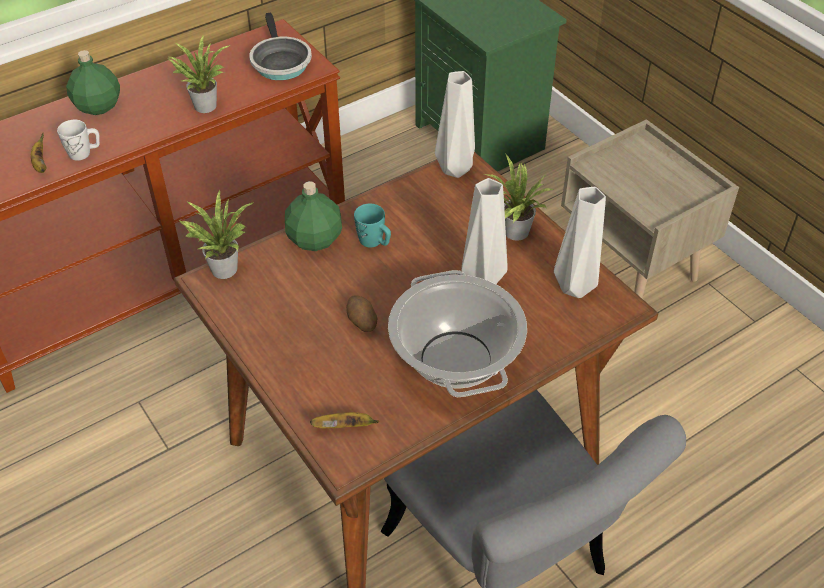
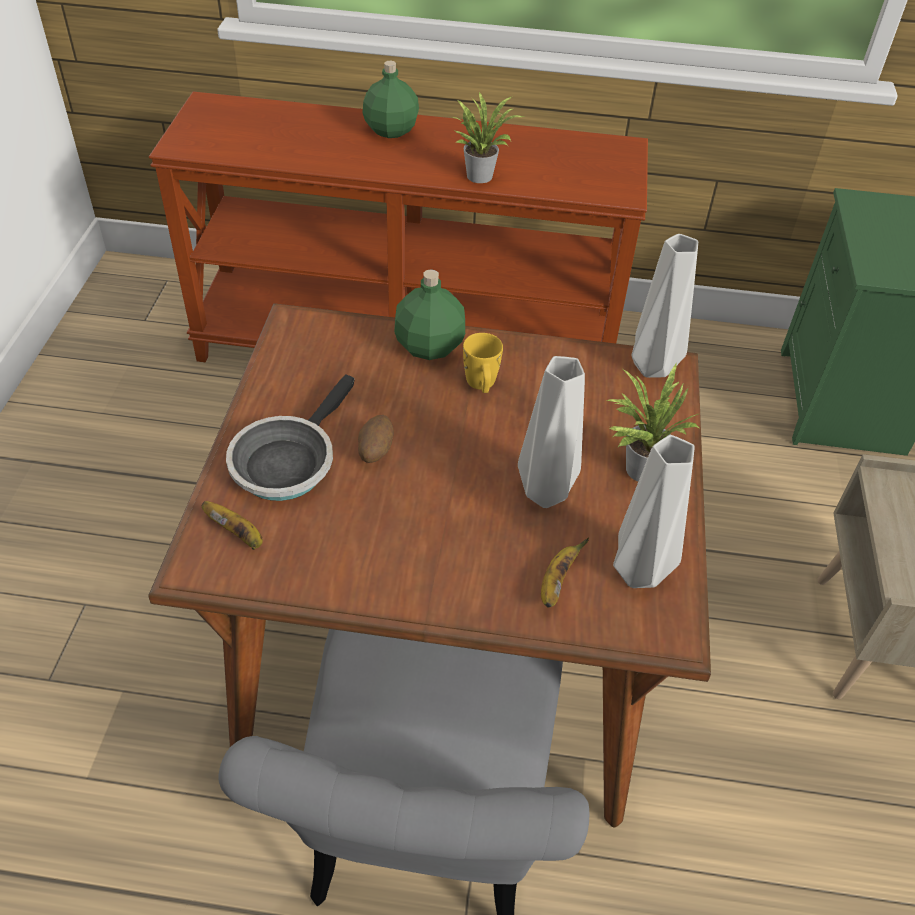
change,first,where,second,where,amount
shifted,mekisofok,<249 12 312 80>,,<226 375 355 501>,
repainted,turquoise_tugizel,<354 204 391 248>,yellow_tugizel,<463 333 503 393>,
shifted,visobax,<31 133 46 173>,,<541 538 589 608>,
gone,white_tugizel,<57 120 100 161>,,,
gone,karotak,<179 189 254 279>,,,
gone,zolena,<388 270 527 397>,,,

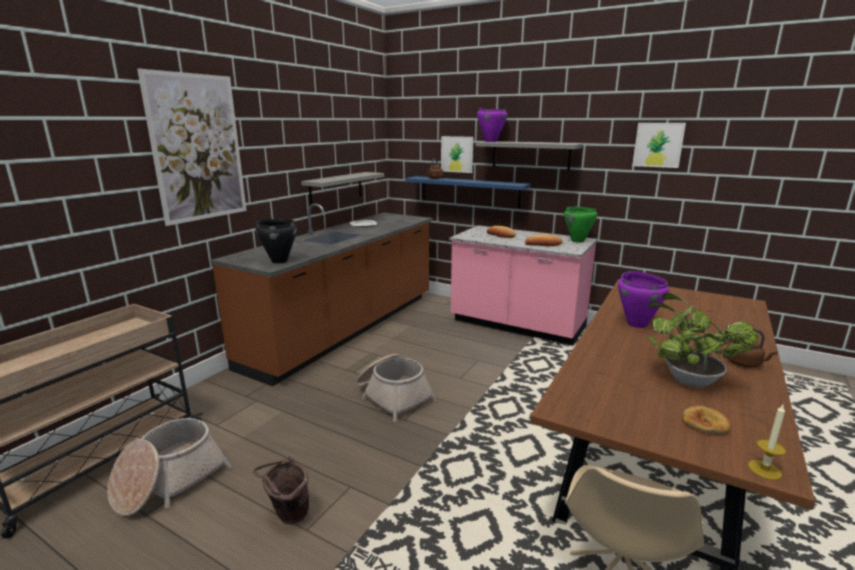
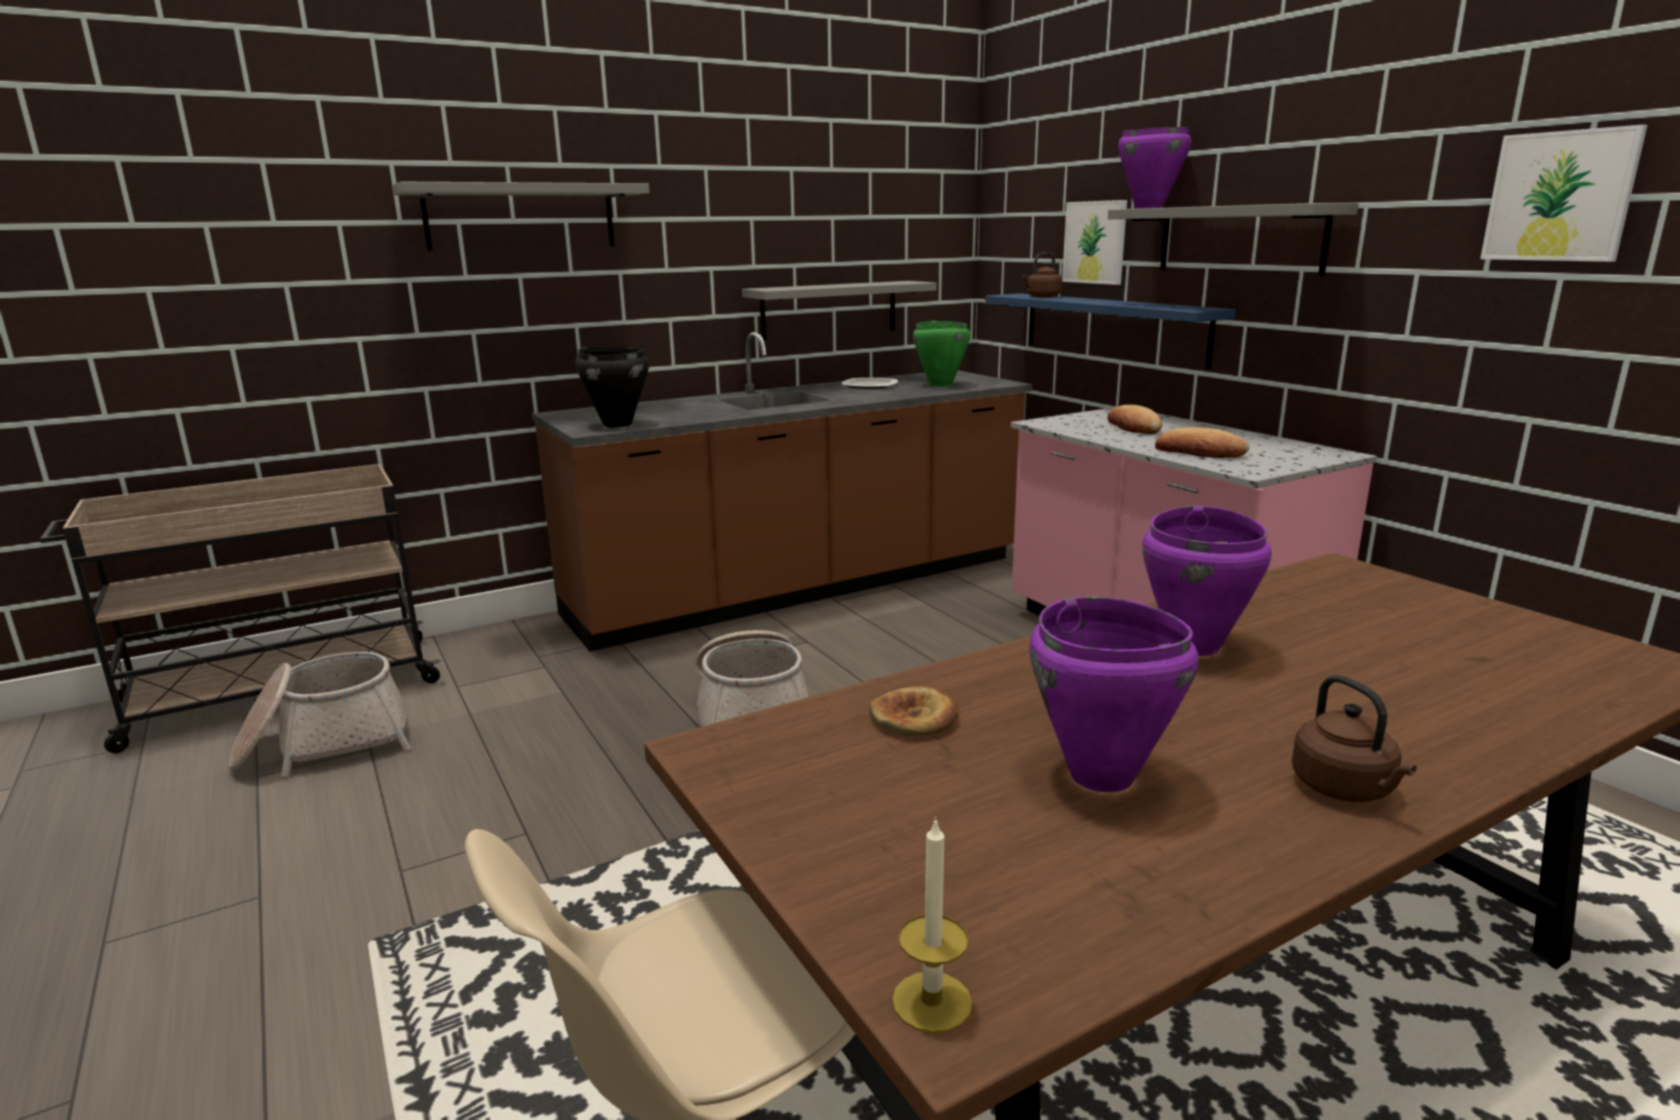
change,first,where,second,where,amount
swapped,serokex,<137 68 247 226>,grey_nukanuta,<392 182 650 251>,
shifted,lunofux,<682 406 732 435>,,<869 686 959 737>,
shifted,green_zolena,<564 207 597 243>,,<913 321 970 387>,
swapped,karotak,<647 293 758 388>,purple_zolena,<1030 597 1199 792>,
gone,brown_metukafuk,<253 456 309 525>,,,

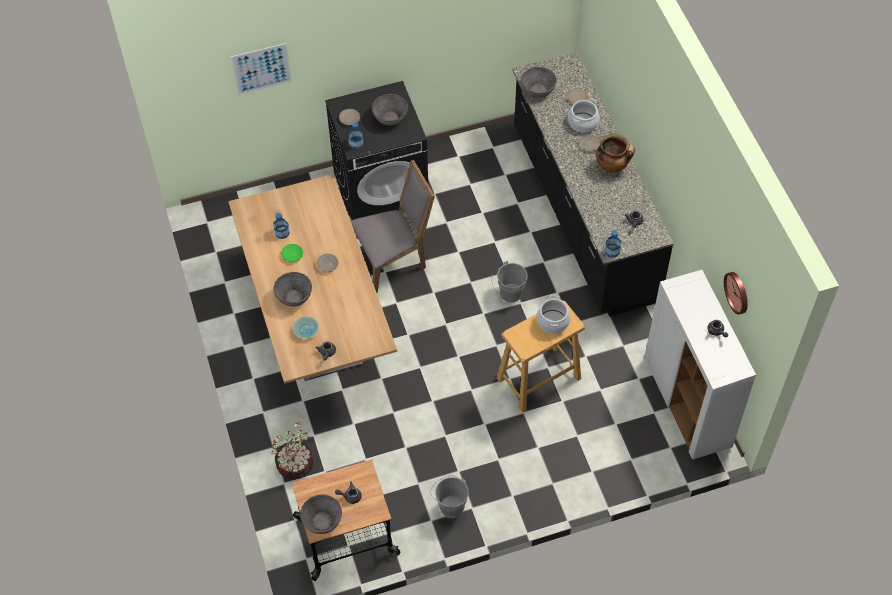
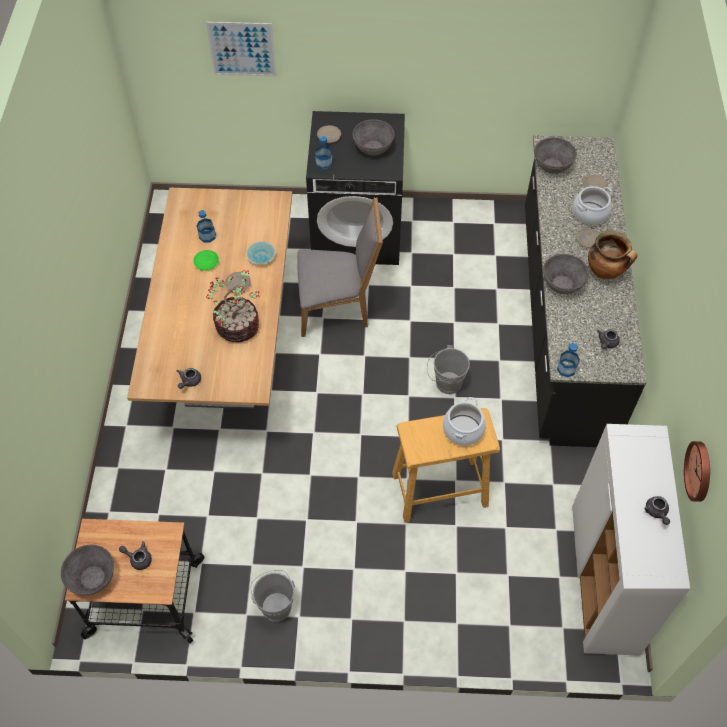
change,first,where,second,where,amount
shifted,karotak,<271 422 313 480>,,<206 270 260 342>,
shifted,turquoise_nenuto,<293 316 319 339>,,<246 241 276 265>,
shifted,grey_nenuto,<274 272 312 307>,,<543 254 589 294>,

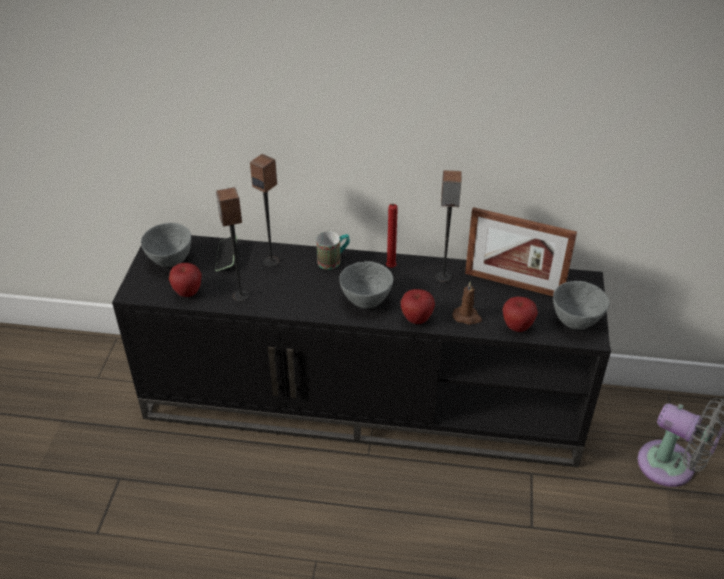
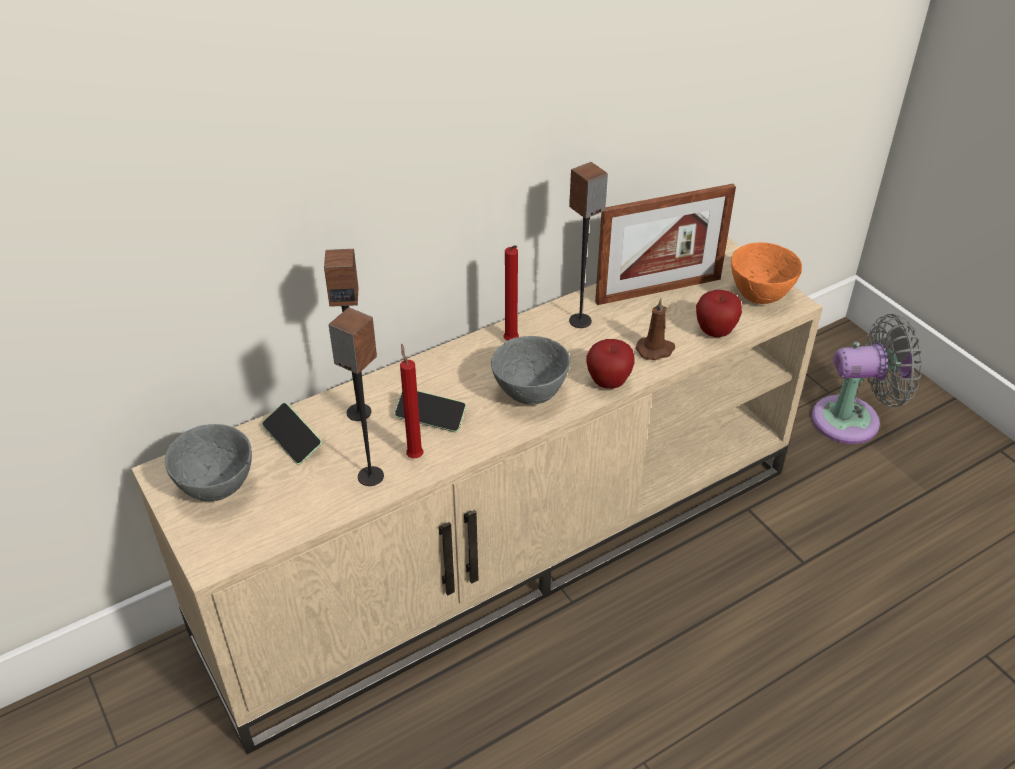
change,first,where,second,where,amount
repainted,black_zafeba,<112 235 611 468>,beige_zafeba,<131 237 823 754>,
new,,,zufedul,<394 391 466 432>,
new,,,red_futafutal,<400 343 423 458>,
repainted,grey_nenuto,<553 281 609 330>,orange_nenuto,<731 242 802 304>,
gone,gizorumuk,<169 263 202 297>,,,
gone,tugizel,<316 231 350 270>,,,

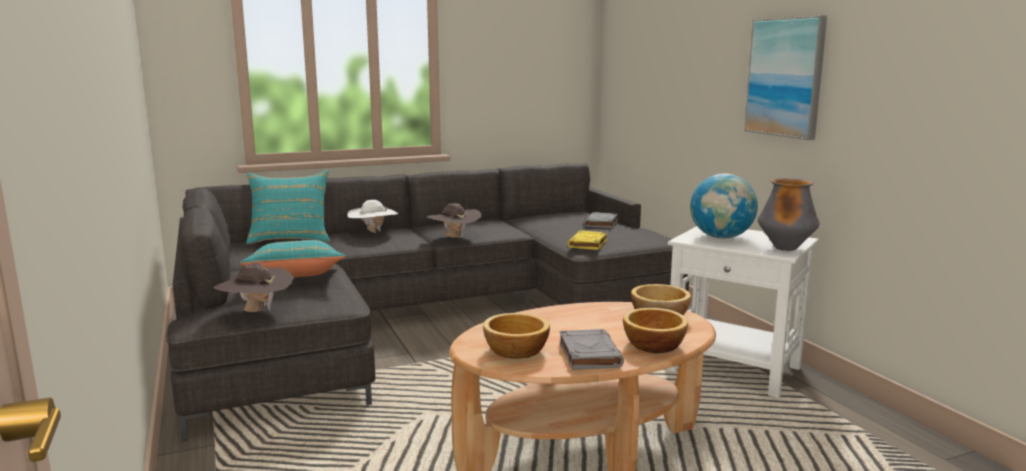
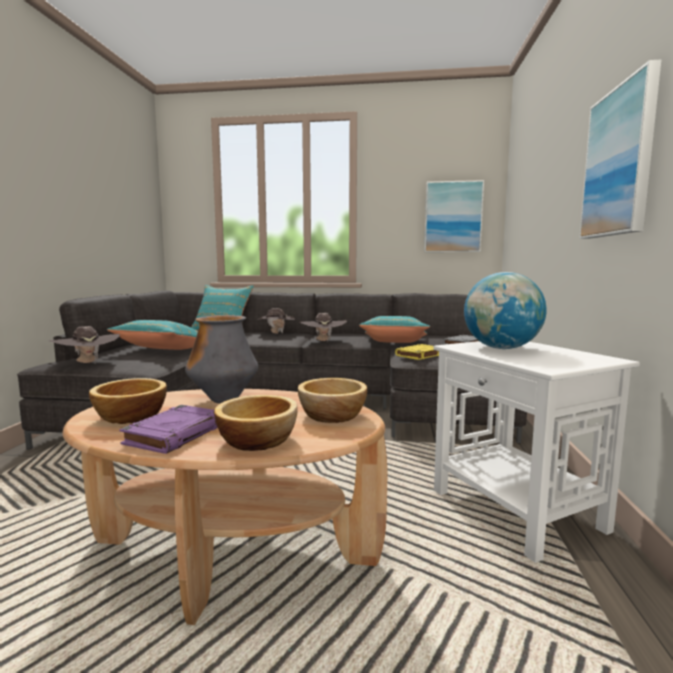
change,first,where,second,where,amount
repainted,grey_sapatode,<559 329 624 370>,purple_sapatode,<119 405 217 454>,
shifted,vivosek,<758 178 819 251>,,<185 315 258 403>,
repainted,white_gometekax,<347 200 398 233>,brown_gometekax,<257 308 295 334>,
new,,,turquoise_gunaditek,<359 316 430 343>,
new,,,serokex,<424 180 484 252>,

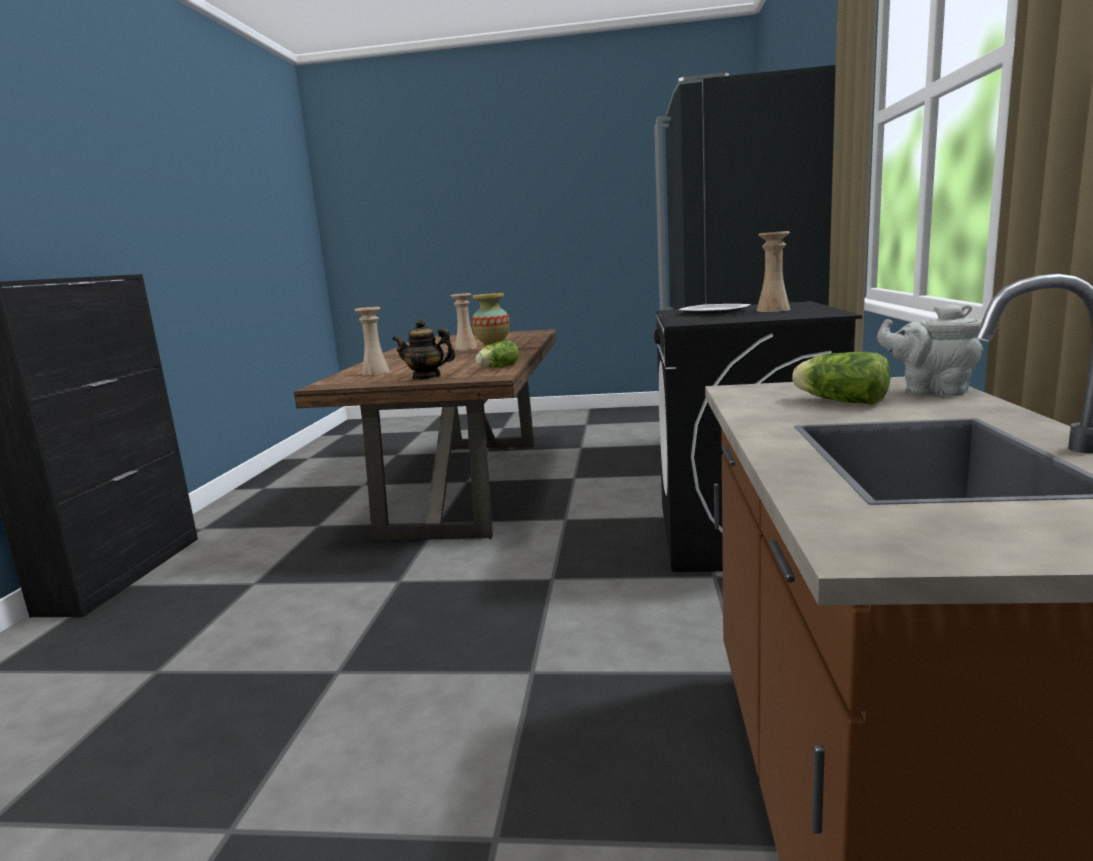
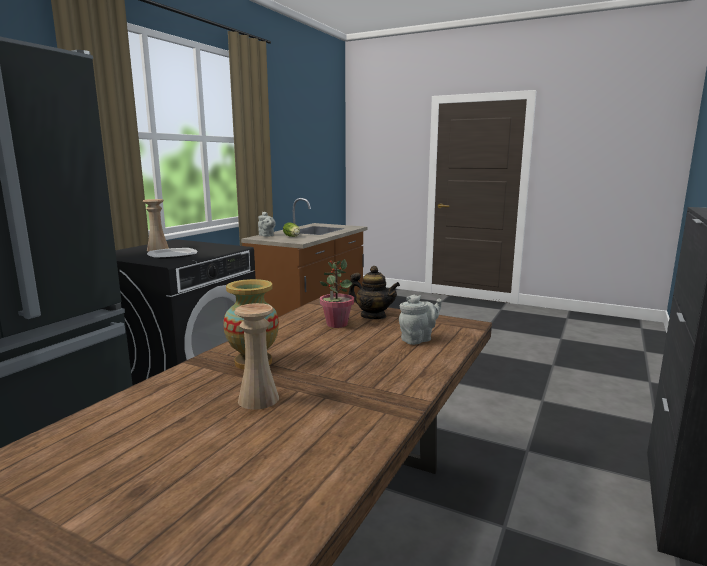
change,first,where,second,where,amount
new,,,karotak,<320 259 354 328>,
swapped,beige_vivosek,<355 307 390 375>,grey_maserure,<399 295 442 345>,
gone,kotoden,<476 341 519 367>,,,

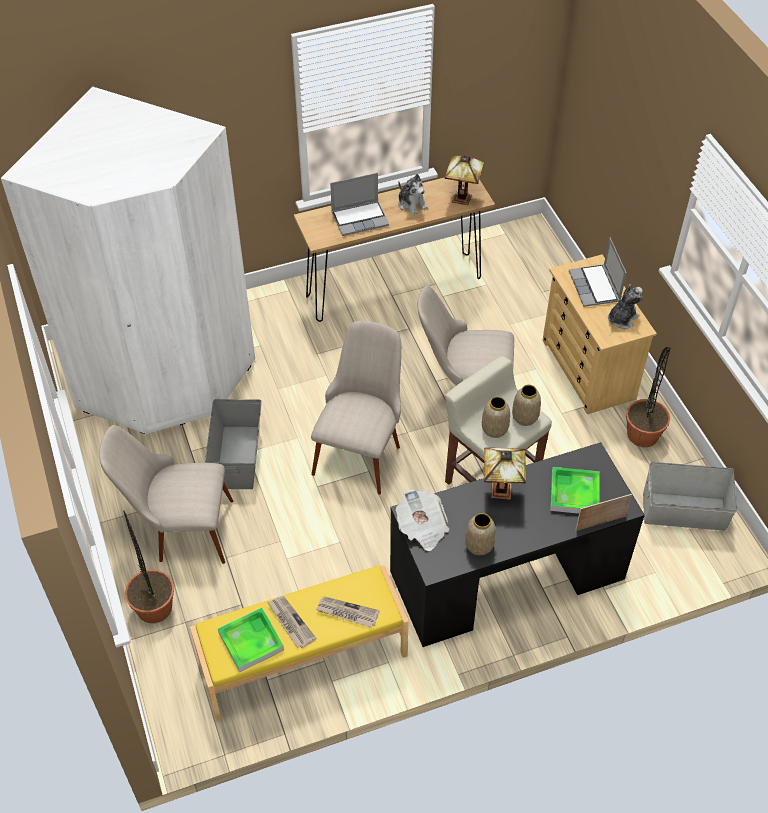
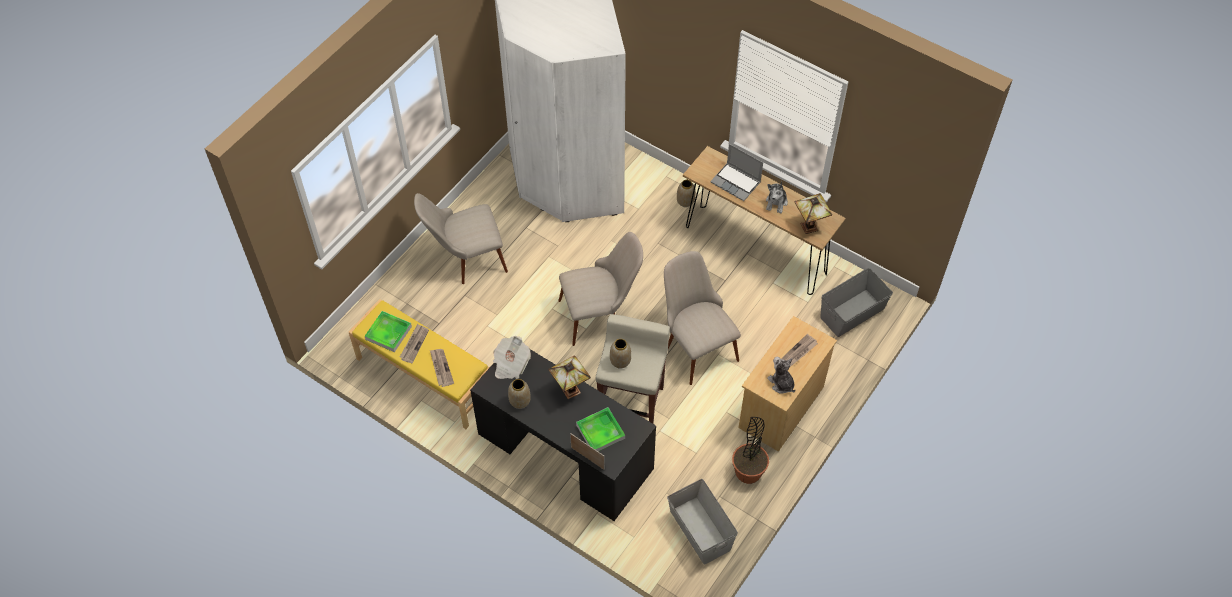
change,first,where,second,where,amount
rotated,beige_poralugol,<99 425 233 564>,,<414 193 508 284>,75 degrees counterclockwise
shifted,vivosek,<512 385 541 426>,,<677 180 695 207>,
rotated,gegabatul,<608 284 643 329>,,<767 357 796 393>,135 degrees counterclockwise
swapped,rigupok,<569 237 627 307>,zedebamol,<781 334 818 367>,
shifted,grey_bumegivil,<205 399 262 489>,,<820 268 893 337>,
gone,karotak,<123 511 174 623>,,,

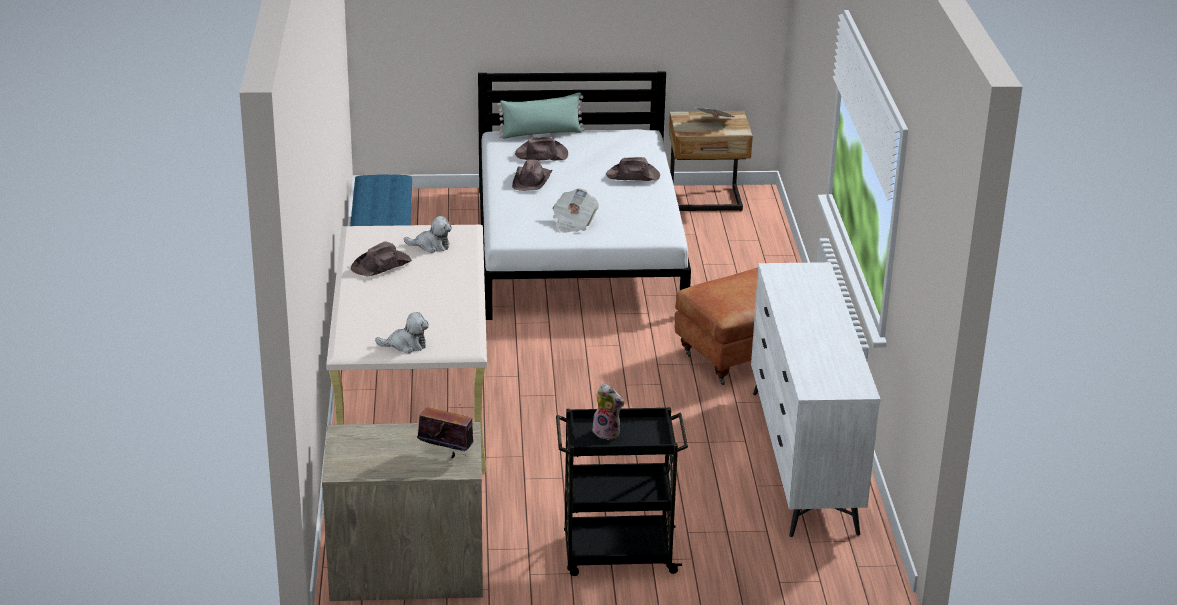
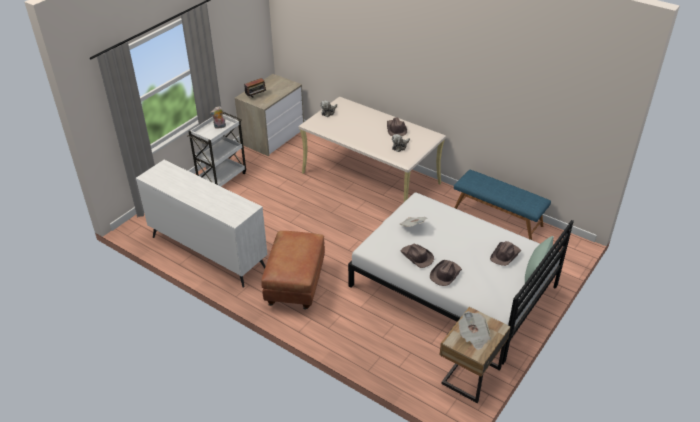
change,first,where,second,where,amount
repainted,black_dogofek,<556 407 688 576>,white_dogofek,<187 112 246 186>,
shifted,brown_gometekax,<512 160 553 191>,,<400 244 434 268>,

